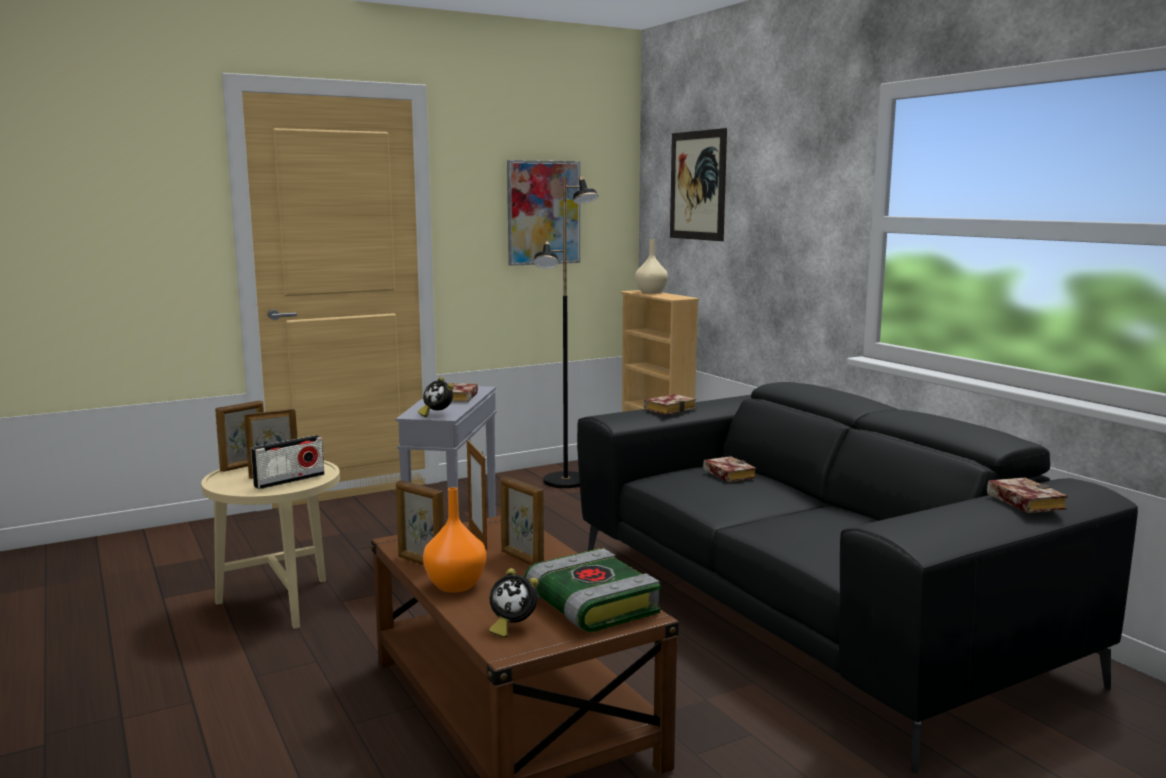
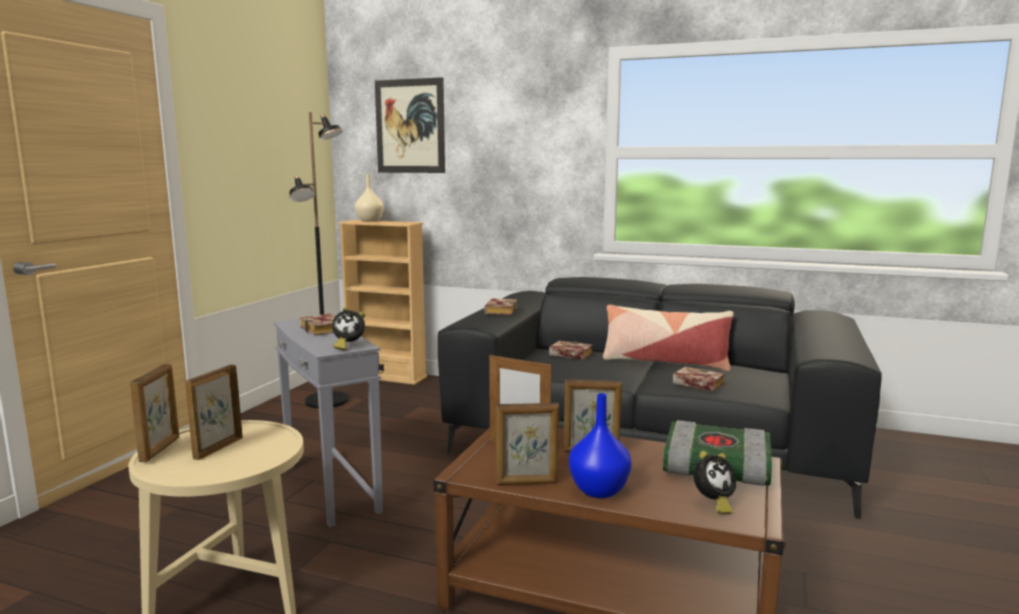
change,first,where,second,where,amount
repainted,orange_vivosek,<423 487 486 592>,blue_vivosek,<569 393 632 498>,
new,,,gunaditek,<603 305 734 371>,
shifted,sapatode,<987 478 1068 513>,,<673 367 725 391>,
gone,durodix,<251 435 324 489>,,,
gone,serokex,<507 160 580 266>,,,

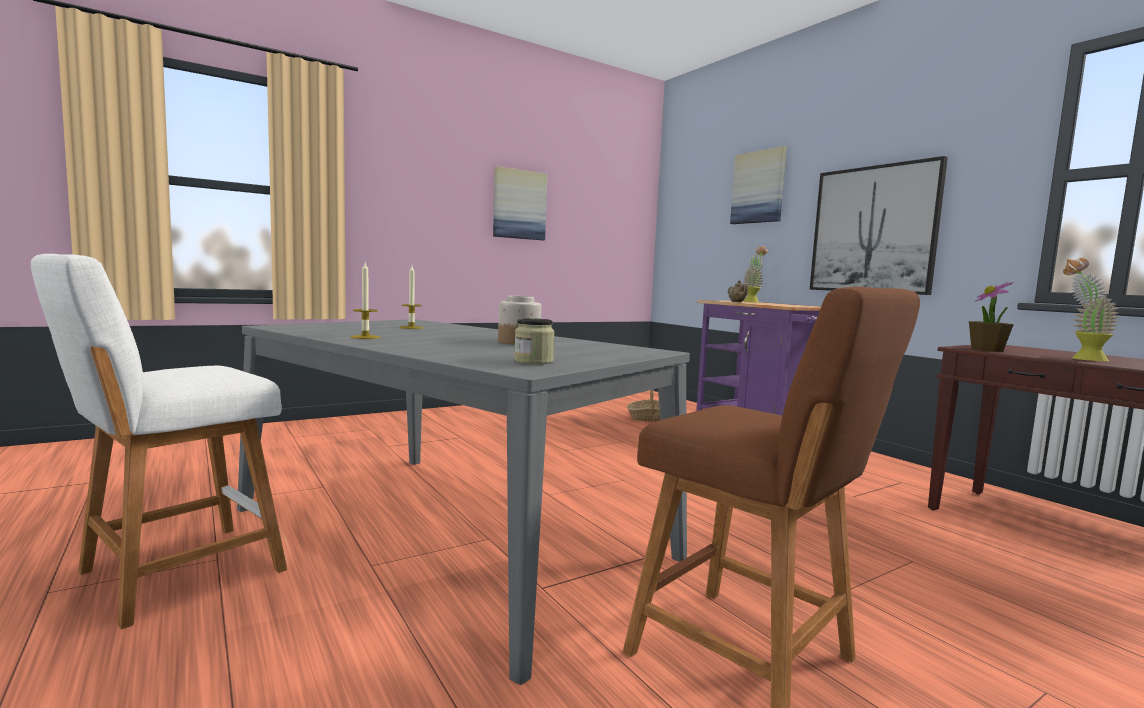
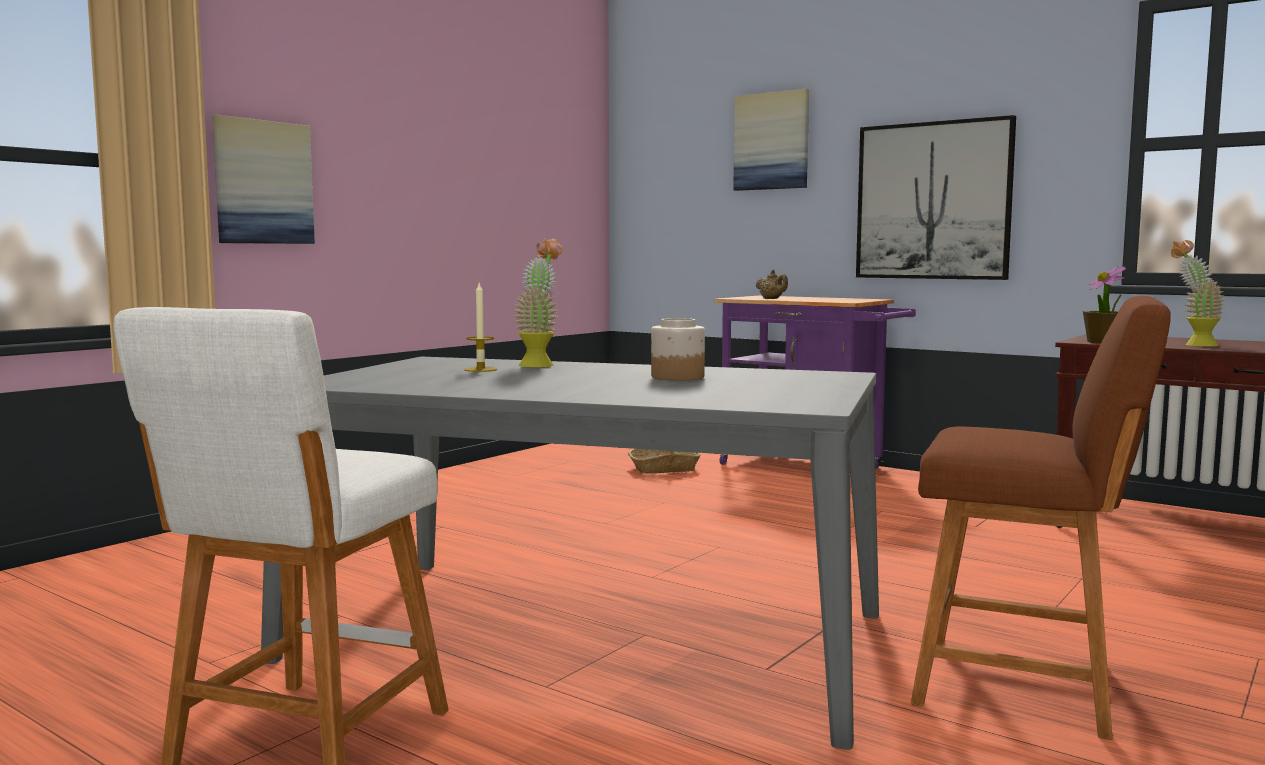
change,first,where,second,where,amount
shifted,serokex,<493 166 547 240>,,<212 115 315 244>,
shifted,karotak,<743 246 768 303>,,<514 239 563 367>,
gone,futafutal,<351 263 380 339>,,,
gone,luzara,<514 318 555 364>,,,

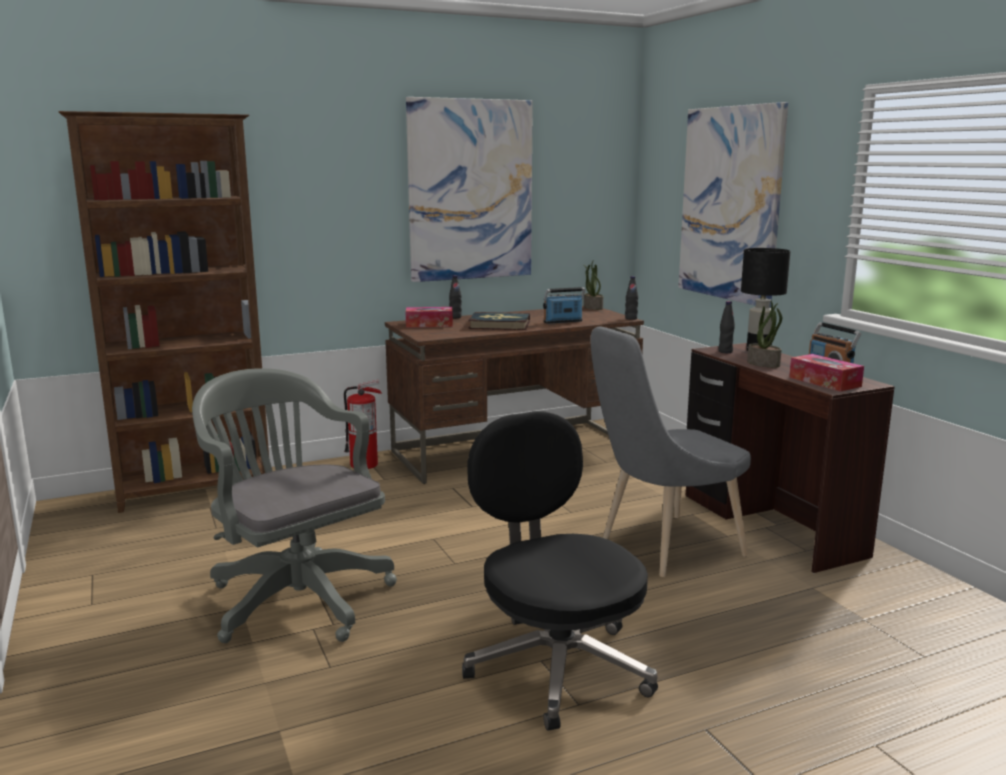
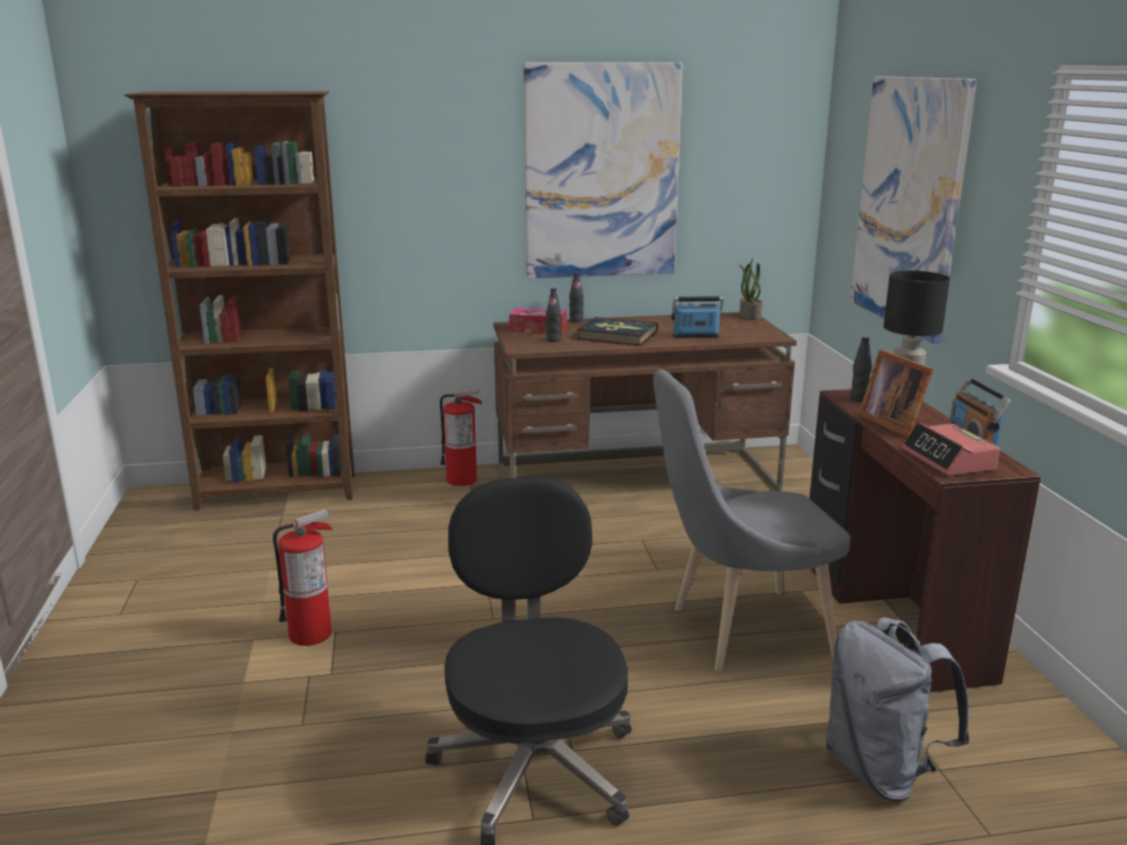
change,first,where,second,where,amount
swapped,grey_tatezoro,<192 368 397 643>,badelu,<273 509 333 646>,
shifted,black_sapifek,<625 276 638 320>,,<546 288 562 342>,
new,,,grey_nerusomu,<826 617 970 802>,
swapped,karotak,<747 300 782 368>,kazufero,<858 350 934 437>,
swapped,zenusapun,<789 354 864 392>,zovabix,<902 422 1000 476>,

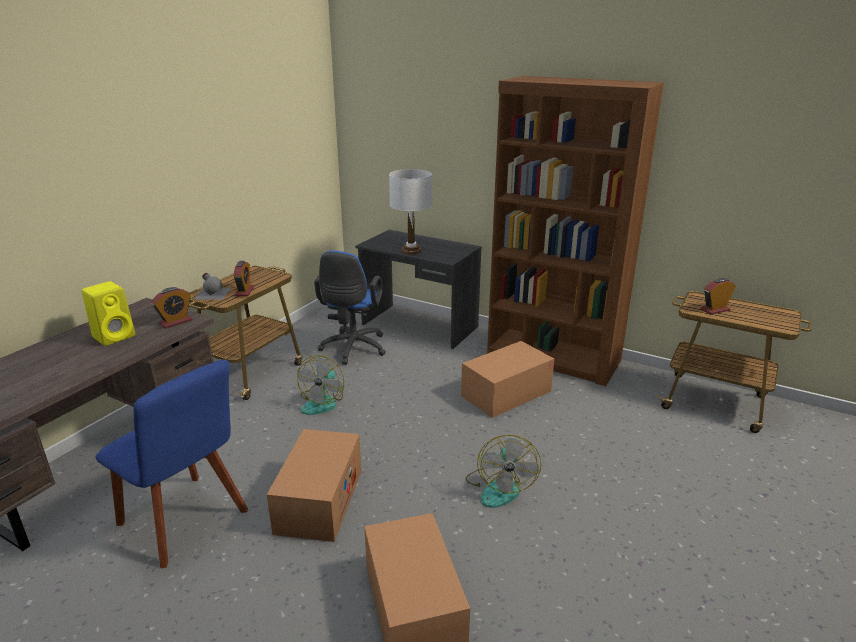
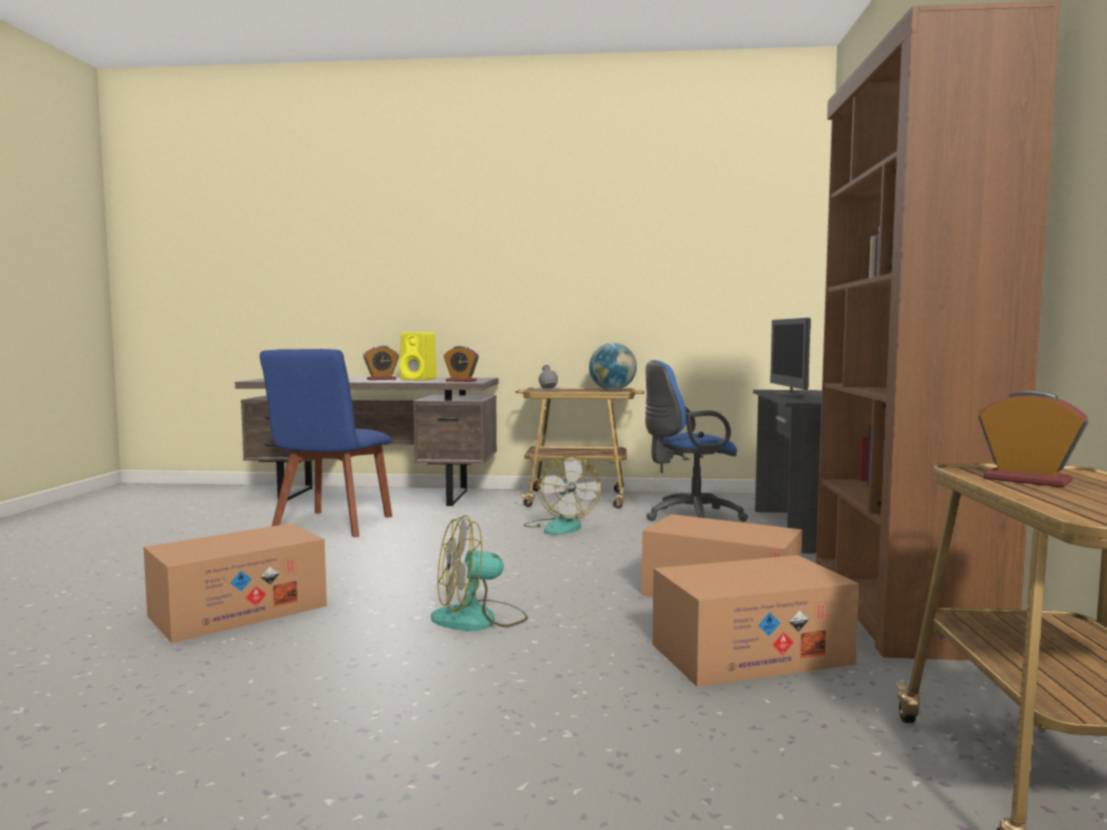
change,first,where,second,where,amount
shifted,zovabix,<233 261 254 296>,,<363 346 399 380>,
rotated,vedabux,<297 355 344 415>,,<524 456 601 535>,90 degrees counterclockwise
new,,,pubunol,<589 343 637 390>,
shifted,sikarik,<267 429 361 542>,,<652 555 859 687>,
swapped,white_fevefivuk,<389 169 432 255>,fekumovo,<770 318 811 398>,

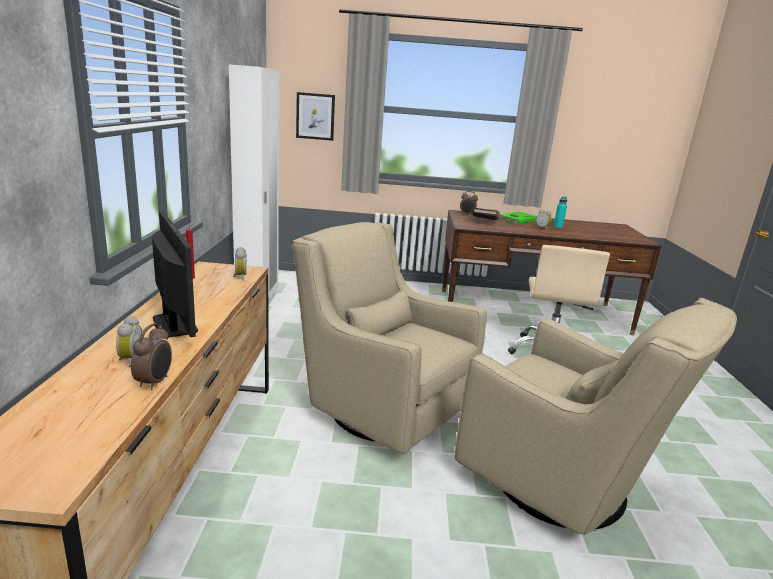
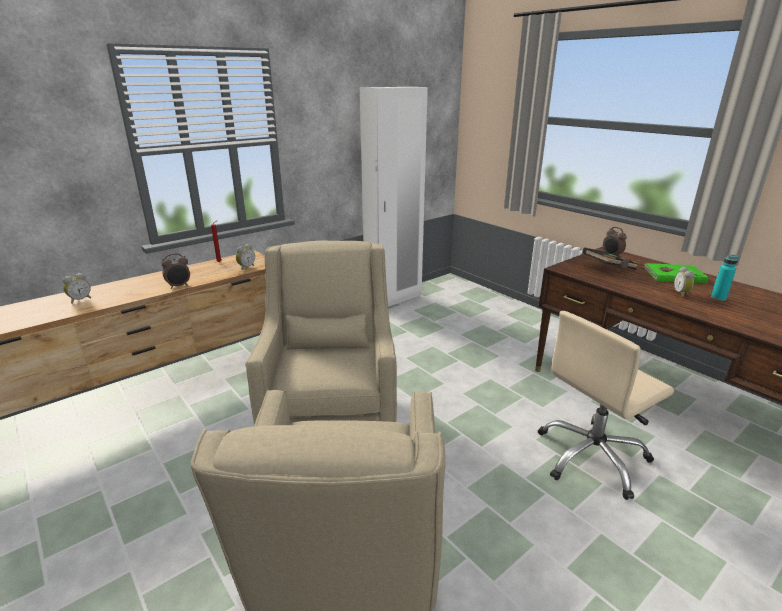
change,first,where,second,where,amount
shifted,zovabix,<131 323 172 390>,,<161 253 190 289>,
gone,fekumovo,<152 211 198 338>,,,
gone,serokex,<296 92 335 141>,,,

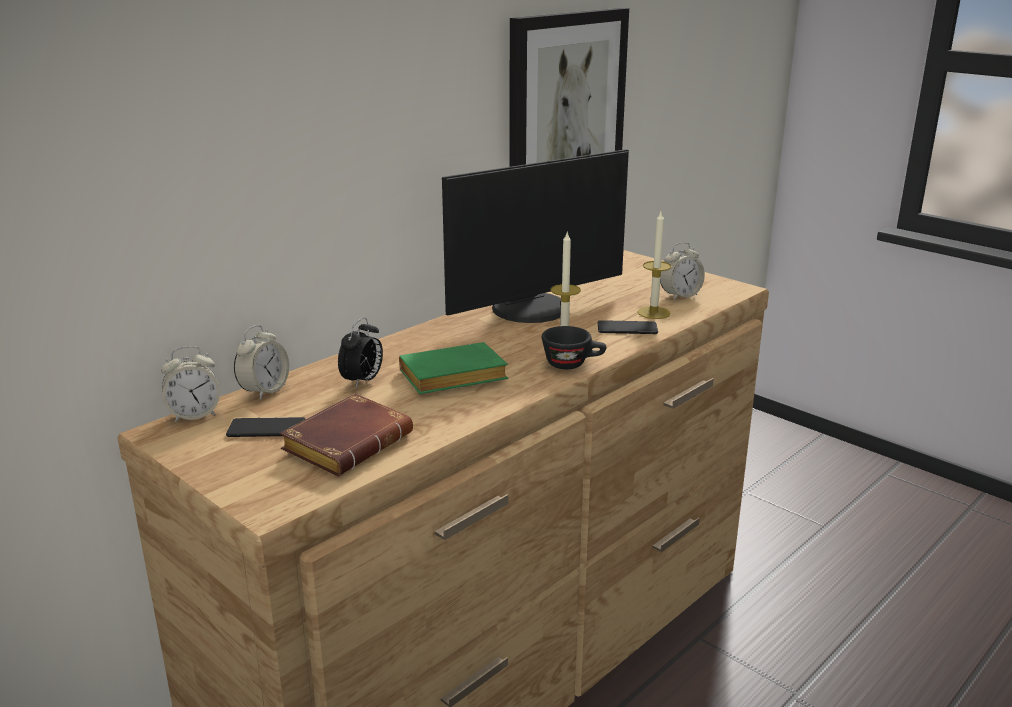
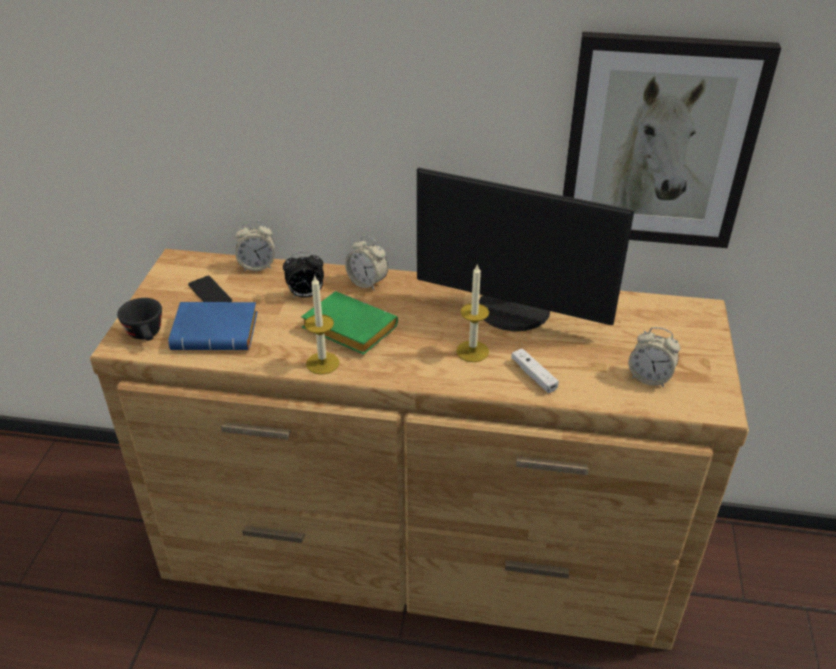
change,first,where,second,where,amount
shifted,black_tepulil,<542 326 606 369>,,<117 298 162 341>,
repainted,brown_sapatode,<280 394 413 476>,blue_sapatode,<168 302 257 351>,
shifted,futafutal,<638 212 672 319>,,<304 276 340 375>,
shifted,zovabix,<161 346 220 422>,,<345 236 388 291>,
swapped,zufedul,<598 320 658 334>,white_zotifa,<511 348 559 393>,

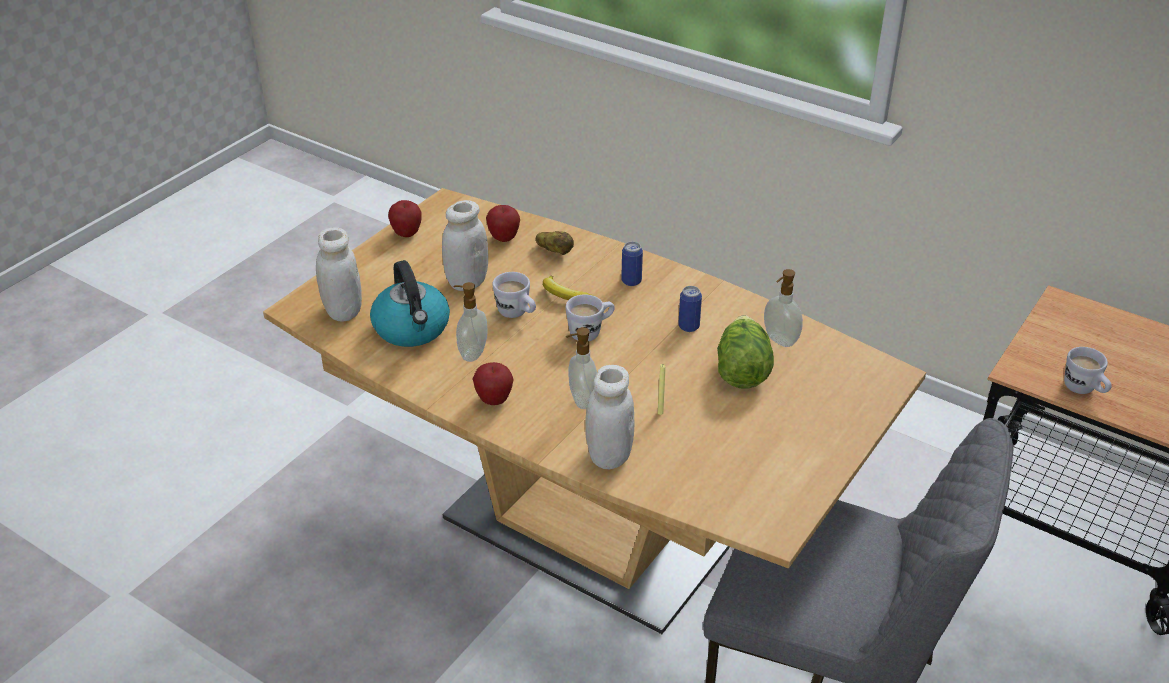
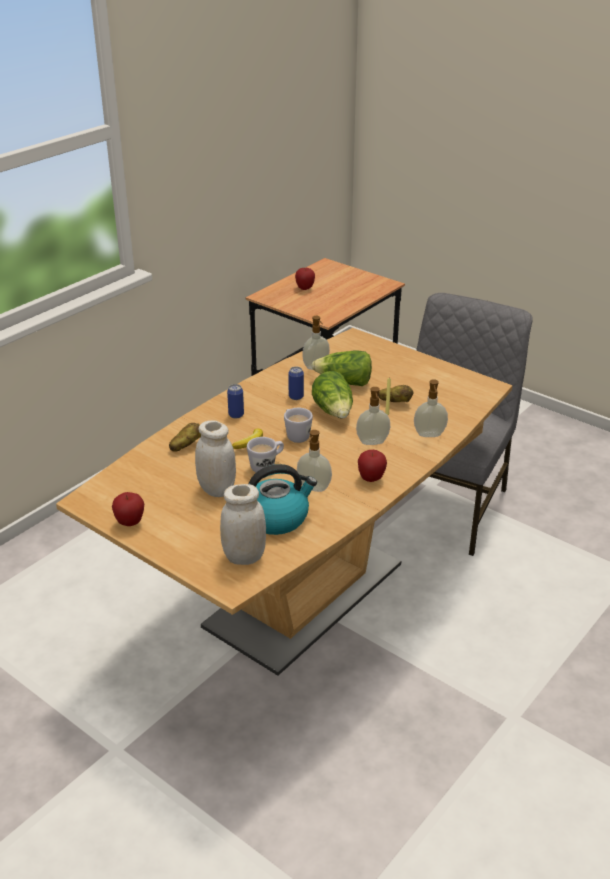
change,first,where,second,where,amount
shifted,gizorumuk,<486 205 520 242>,,<295 268 315 290>,
new,,,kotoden,<312 371 353 418>,
new,,,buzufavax,<378 385 413 402>,
swapped,white_luzara,<585 365 634 469>,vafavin,<414 379 448 437>,
gone,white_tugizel,<1064 347 1112 394>,,,

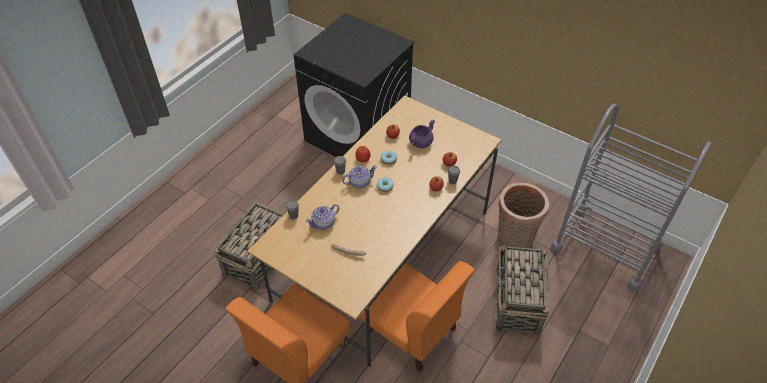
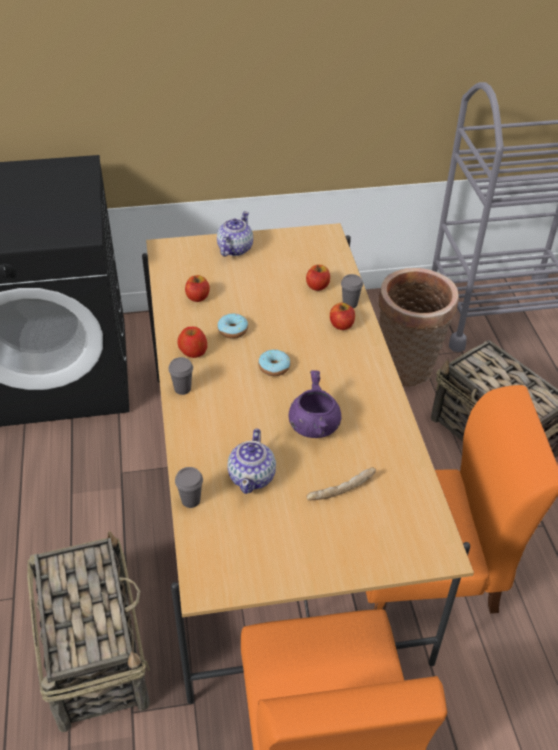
change,first,where,second,where,amount
shifted,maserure,<342 166 377 188>,,<217 211 253 257>,
shifted,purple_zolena,<409 119 435 148>,,<289 371 341 438>,

